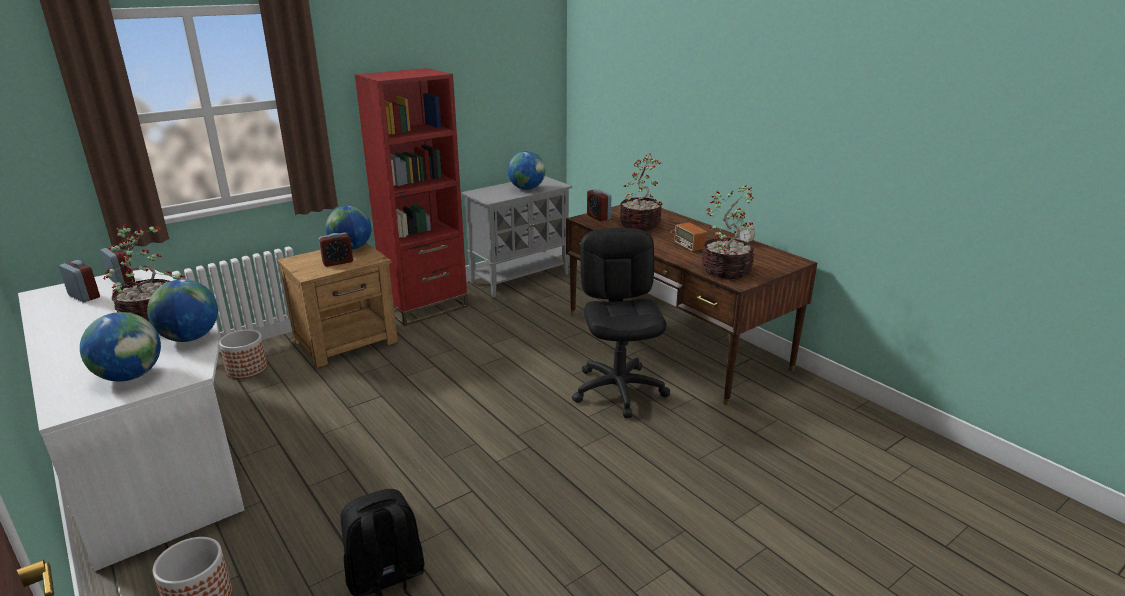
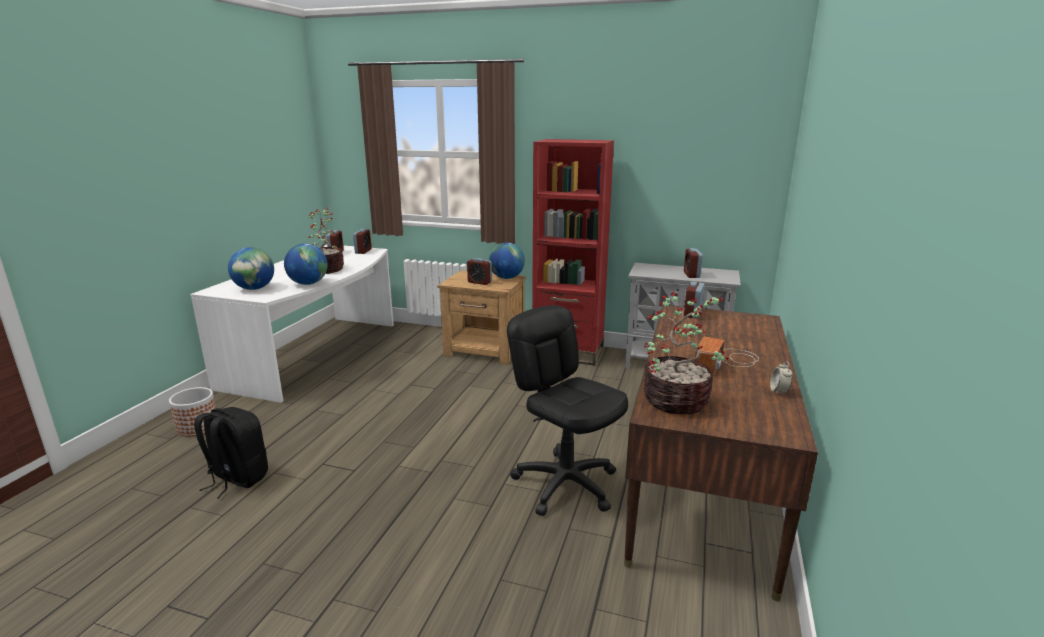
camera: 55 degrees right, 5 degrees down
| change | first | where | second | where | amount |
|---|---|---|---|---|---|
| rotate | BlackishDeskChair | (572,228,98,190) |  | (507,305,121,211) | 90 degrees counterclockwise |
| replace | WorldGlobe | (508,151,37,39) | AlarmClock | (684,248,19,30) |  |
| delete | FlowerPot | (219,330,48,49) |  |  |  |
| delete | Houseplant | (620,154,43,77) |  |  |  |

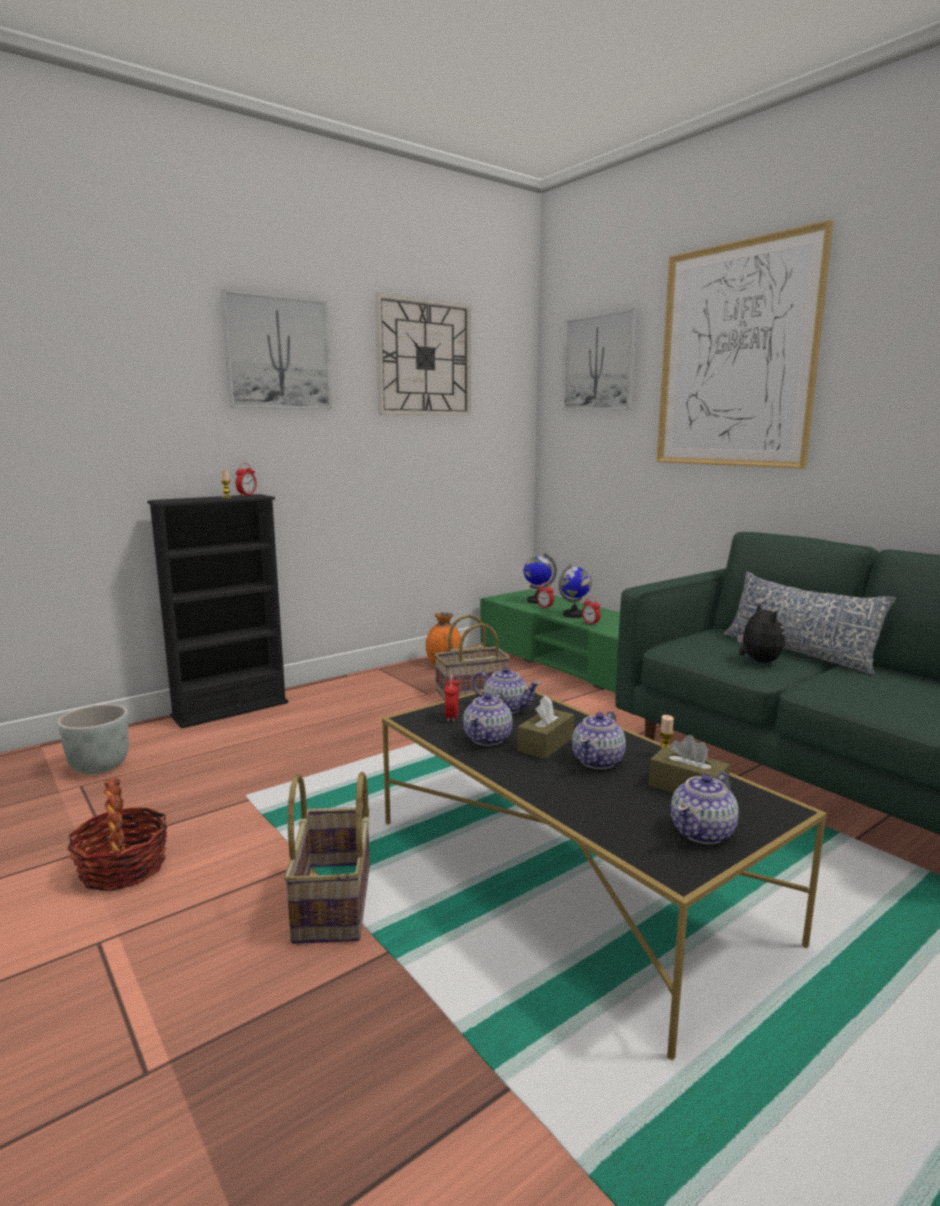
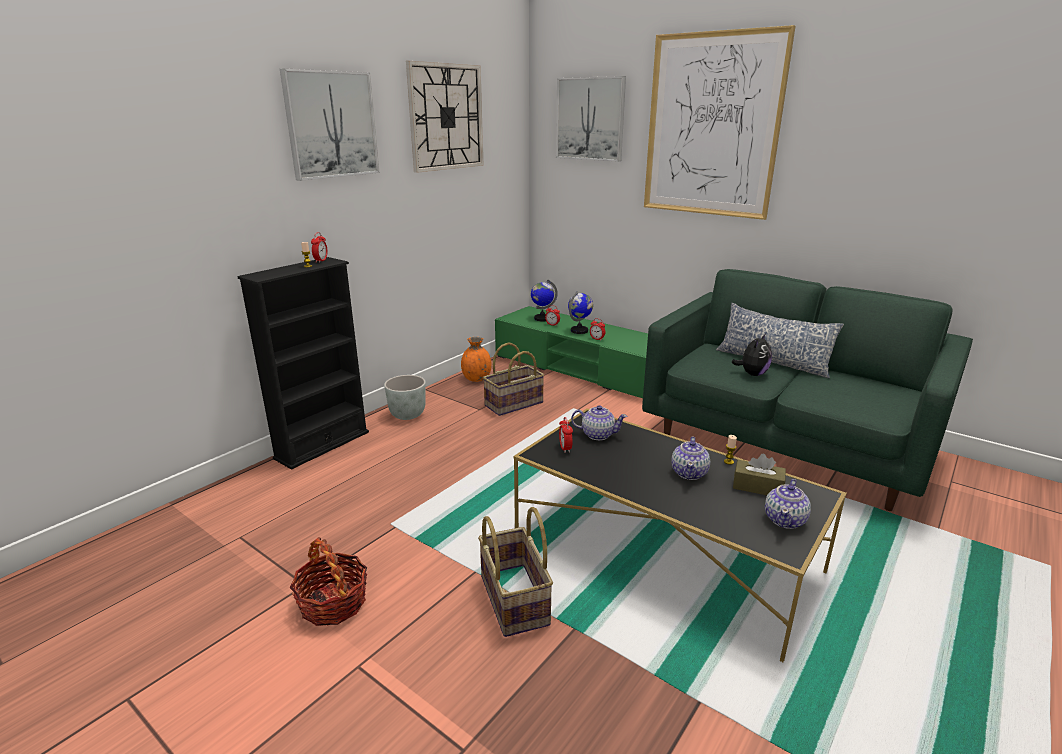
camera: 15 degrees left, 10 degrees up
| change | first | where | second | where | amount |
|---|---|---|---|---|---|
| move | GrayFlowerPot | (57,704,72,70) |  | (384,375,42,45) |  |
| rotate | CuddlyToy | (737,602,48,61) |  | (731,333,41,43) | 60 degrees clockwise |
| delete | Teapot | (463,692,50,54) |  |  |  |
| delete | BrownBoxOfTissues | (517,695,57,64) |  |  |  |

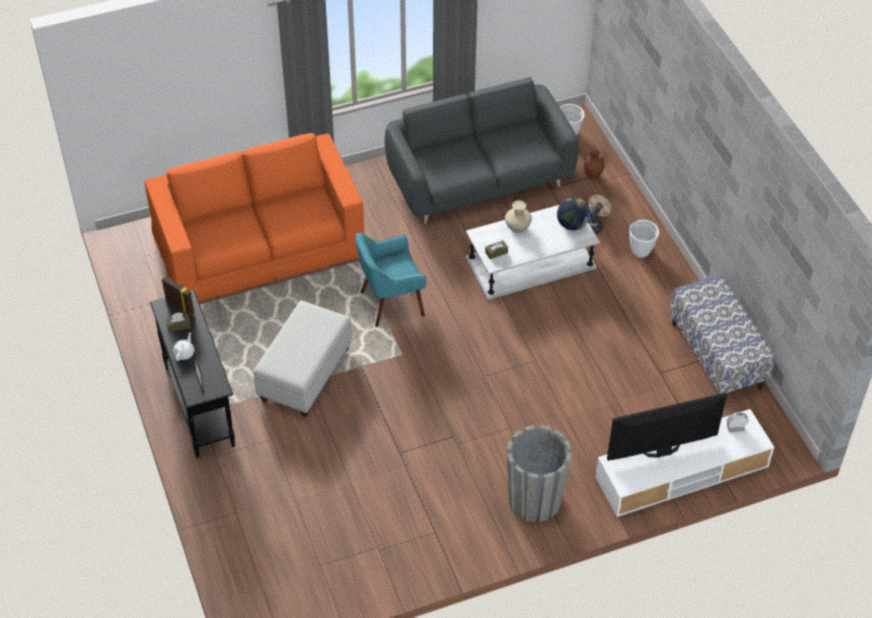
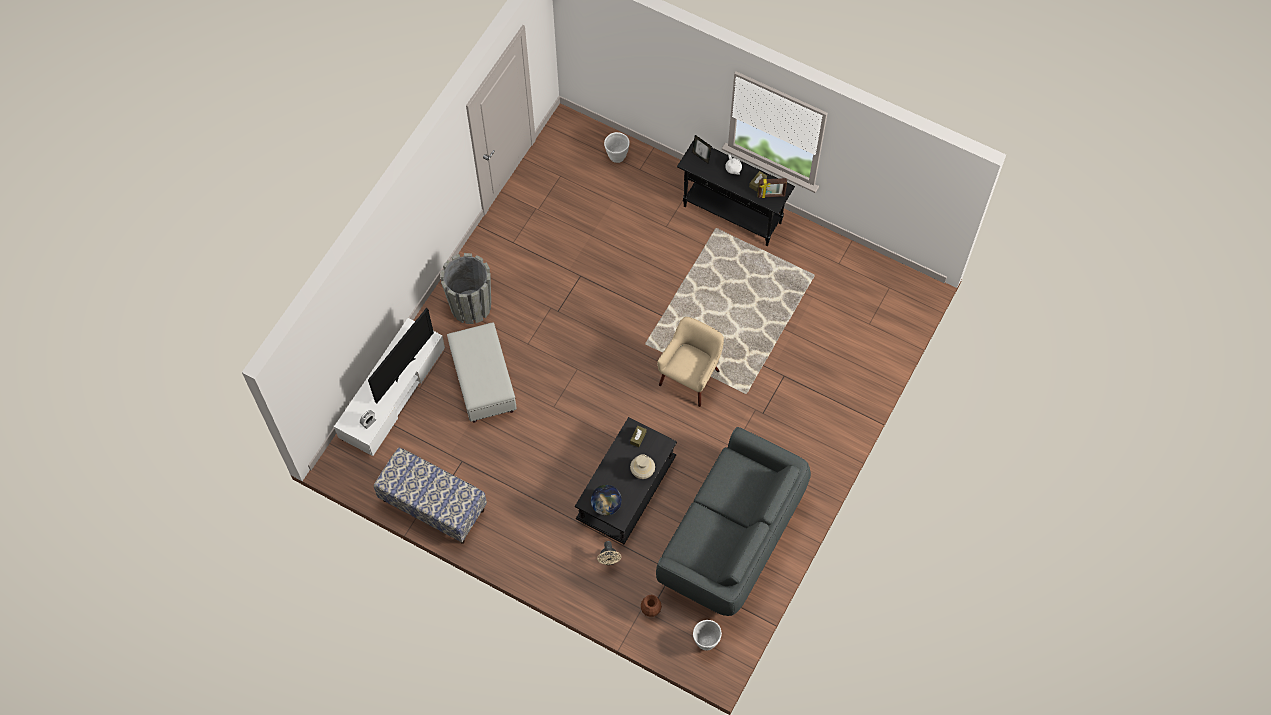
camera: 140 degrees right, 15 degrees up
| change | first | where | second | where | amount |
|---|---|---|---|---|---|
| move | WhitishPouffe | (253,300,99,117) |  | (447,322,70,101) |  |
| recolor | WhitishLowTable | (465,205,135,95) | BlackishLowTable | (575,417,102,127) |  |
| move | WhitishFlowerPot | (629,220,30,38) |  | (604,132,26,31) |  |
| recolor | BlueGreenLoungeChair | (355,233,72,94) | BeigeLoungeChair | (657,317,67,90) |  |
| delete | OrangeCouch | (145,133,219,168) |  |  |  |

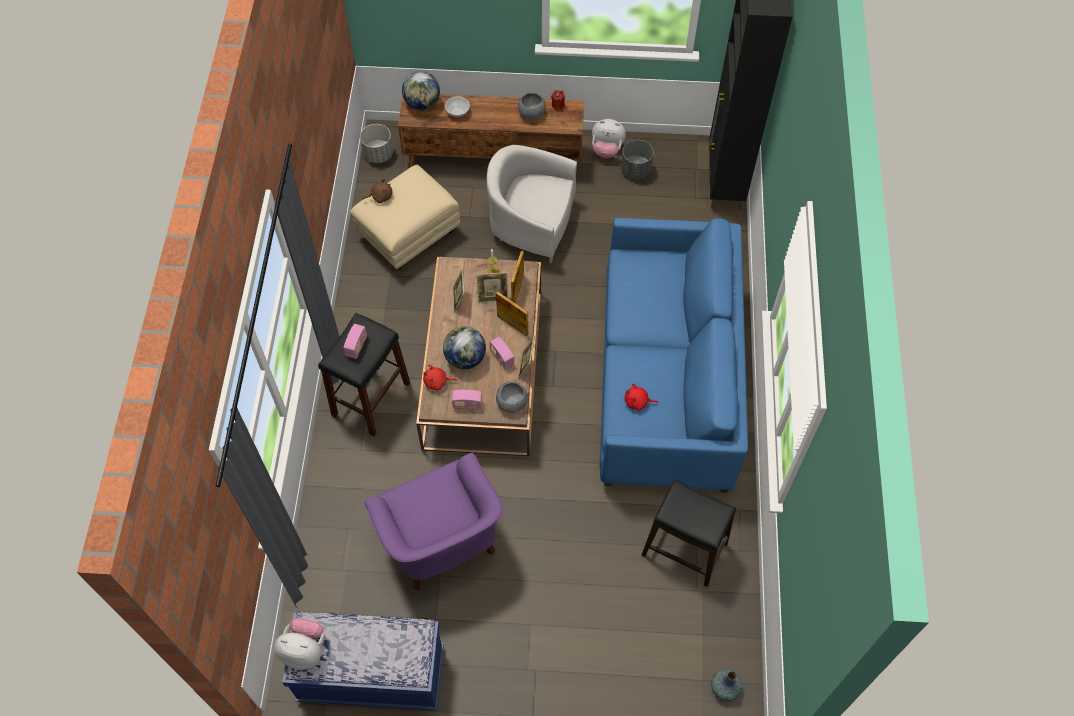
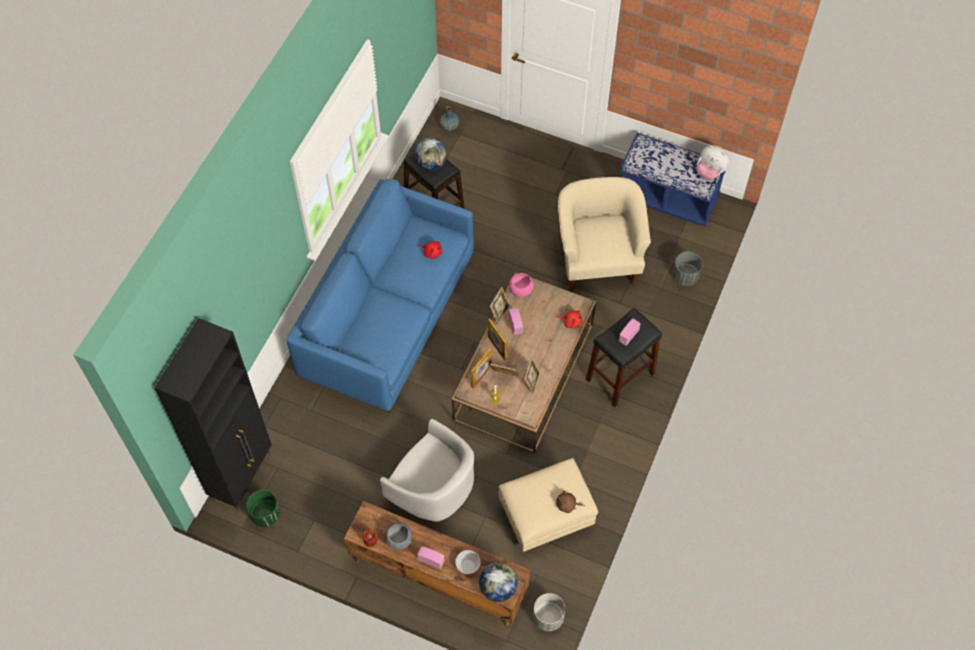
camera: 160 degrees left, 0 degrees up
| change | first | where | second | where | amount |
|---|---|---|---|---|---|
| insert |  |  | GreenFlowerPot | (246,490,34,37) |  |
| move | WorldGlobe | (443,326,43,43) |  | (414,138,33,33) |  |
| move | Radio | (452,390,30,20) |  | (417,546,28,23) |  |
| recolor | GrayServingBowl | (496,382,32,31) | PinkishServingBowl | (509,273,25,24) |  |
| recolor | PurplishLoungeChair | (364,453,139,137) | BeigeLoungeChair | (558,177,93,114) |  |
| move | GrayFlowerPot | (621,140,33,39) |  | (673,252,30,34) |  |
| delete | CuddlyToy | (592,119,34,39) |  |  |  |

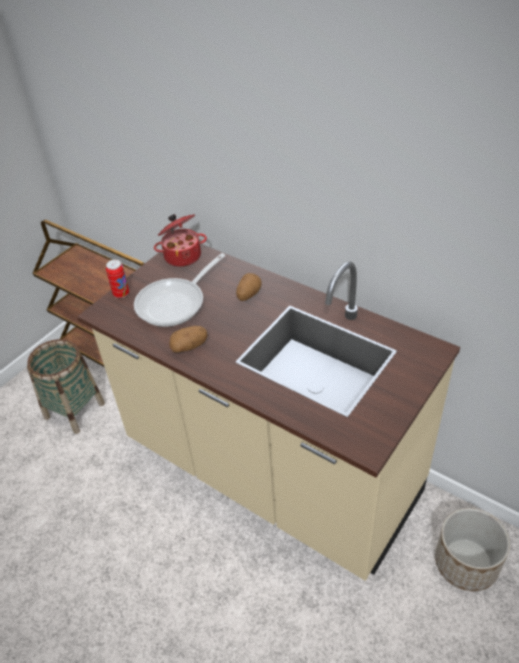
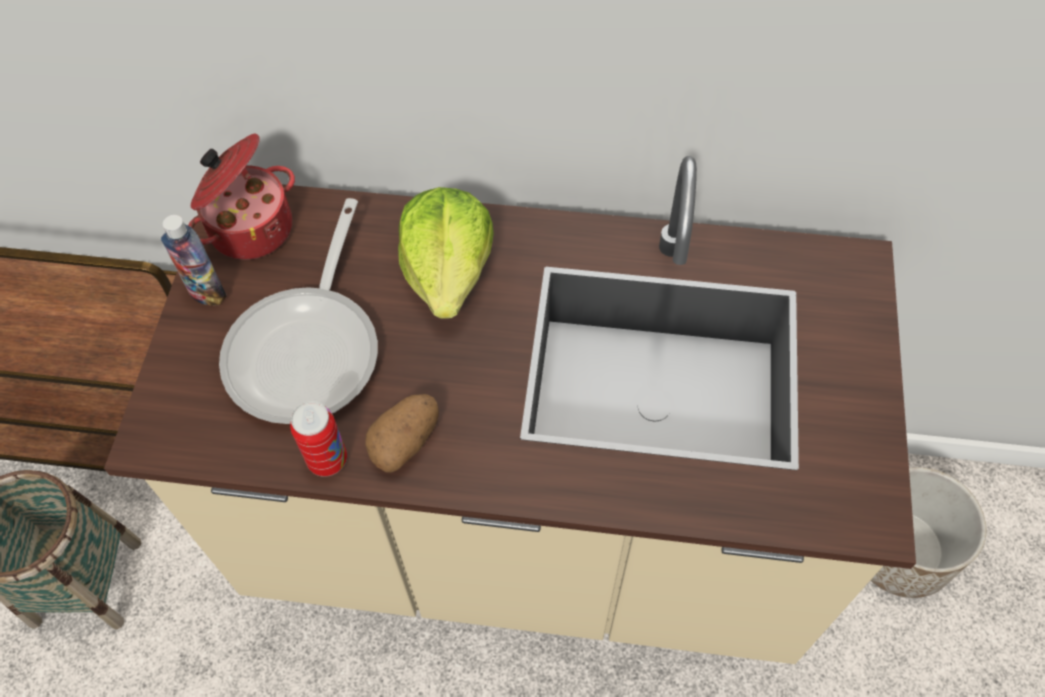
camera: 30 degrees left, 15 degrees up
| change | first | where | second | where | amount |
|---|---|---|---|---|---|
| insert |  |  | BeverageBottle | (161,215,66,90) |  |
| move | SealedCan | (106,260,23,38) |  | (290,401,57,76) |  |
| replace | WholePotato | (236,273,26,28) | Lettuce | (398,187,96,132) |  |

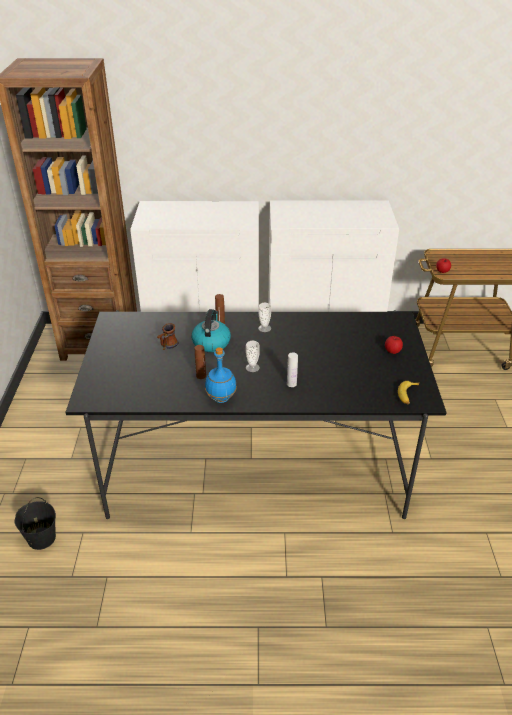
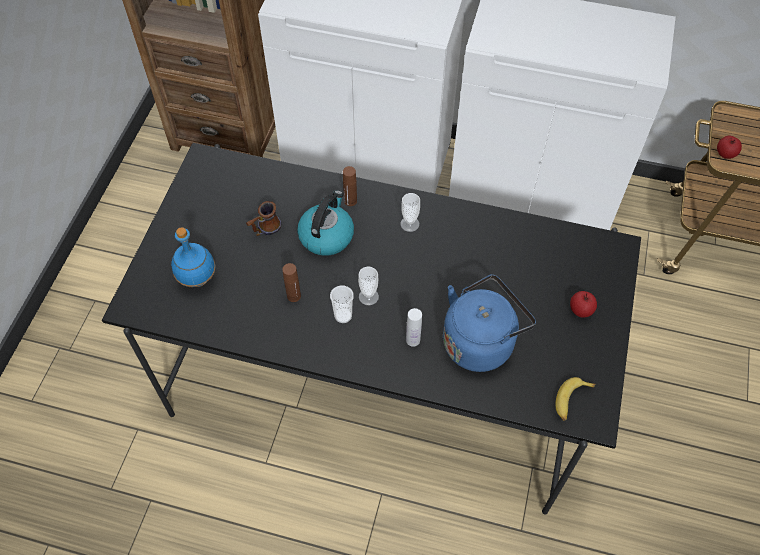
camera: 15 degrees right, 20 degrees up
| change | first | where | second | where | amount |
|---|---|---|---|---|---|
| move | BlueBeverageBottle | (205,347,32,56) |  | (171,227,45,60) |  |
| insert |  |  | Cup | (330,285,24,38) |  |
| insert |  |  | BlueWaterKettle | (443,274,93,98) |  |
| delete | BlackishWaterBucket | (14,497,42,53) |  |  |  |

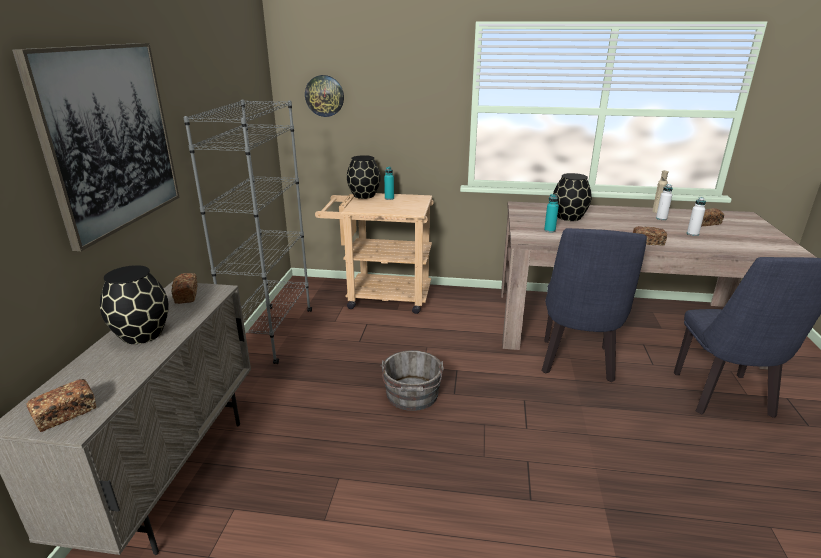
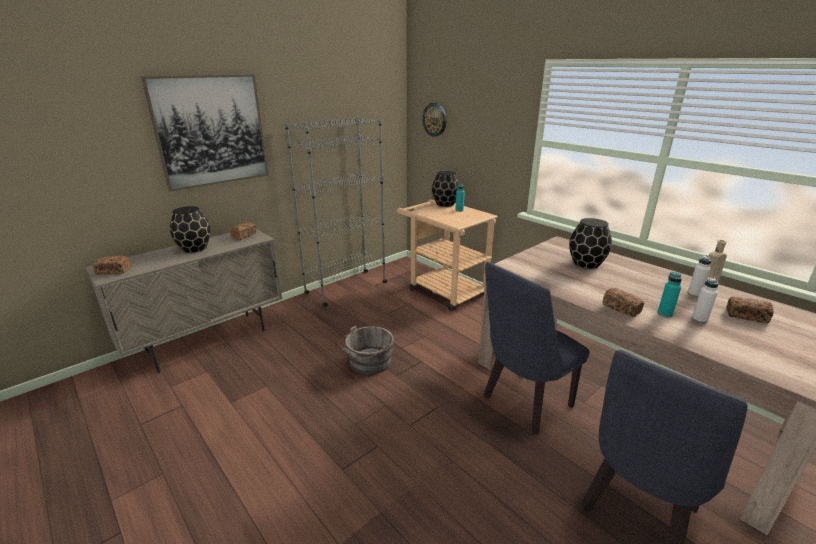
camera: 40 degrees right, 0 degrees up
| change | first | where | second | where | amount |
|---|---|---|---|---|---|
| move | BlueGreenBeverageBottle | (544,194,15,38) |  | (657,272,25,46) |  |

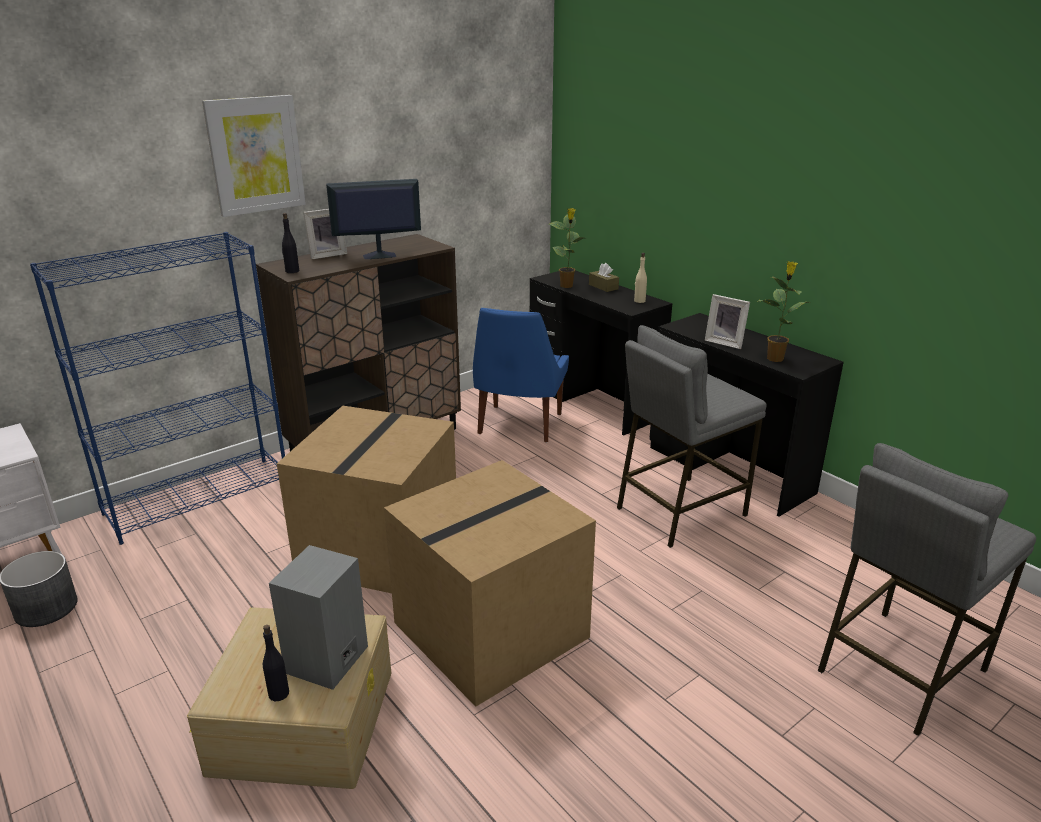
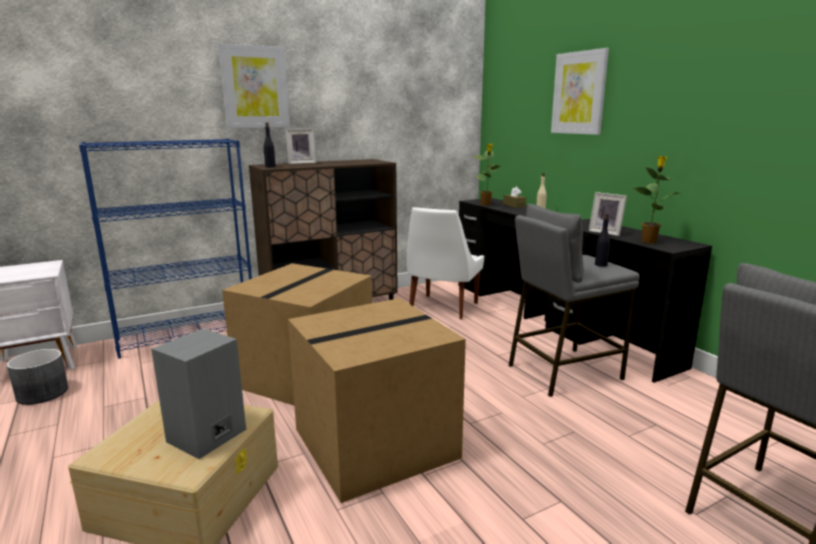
camera: 10 degrees right, 10 degrees down
| change | first | where | second | where | amount |
|---|---|---|---|---|---|
| recolor | BluePlainChair | (473,308,96,134) | WhitishPlainChair | (407,207,77,112) |  |
| insert |  |  | WallPicture | (551,48,58,87) |  |
| move | BlackishBeverageBottle | (263,625,26,76) |  | (595,214,15,53) |  |
| delete | ComputerDisplay | (326,179,95,80) |  |  |  |

